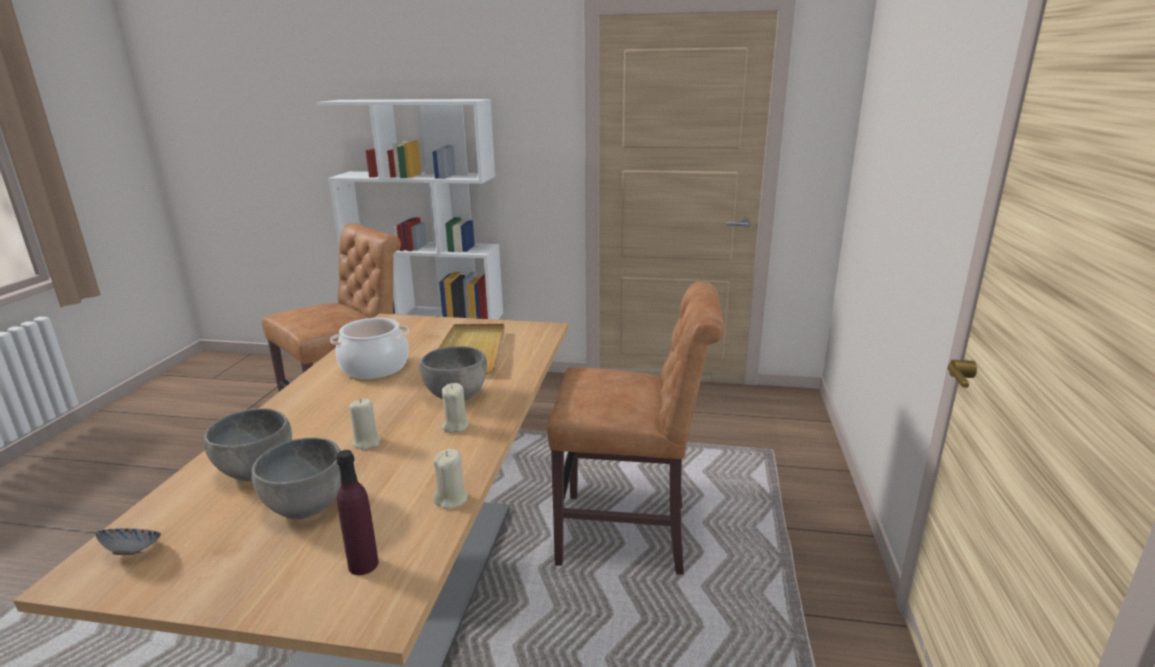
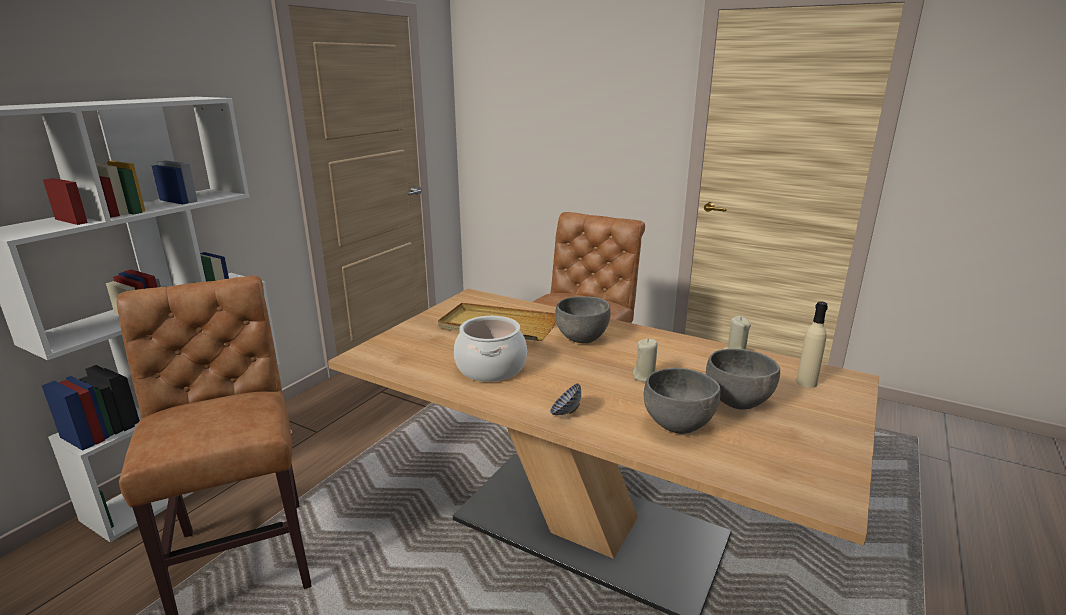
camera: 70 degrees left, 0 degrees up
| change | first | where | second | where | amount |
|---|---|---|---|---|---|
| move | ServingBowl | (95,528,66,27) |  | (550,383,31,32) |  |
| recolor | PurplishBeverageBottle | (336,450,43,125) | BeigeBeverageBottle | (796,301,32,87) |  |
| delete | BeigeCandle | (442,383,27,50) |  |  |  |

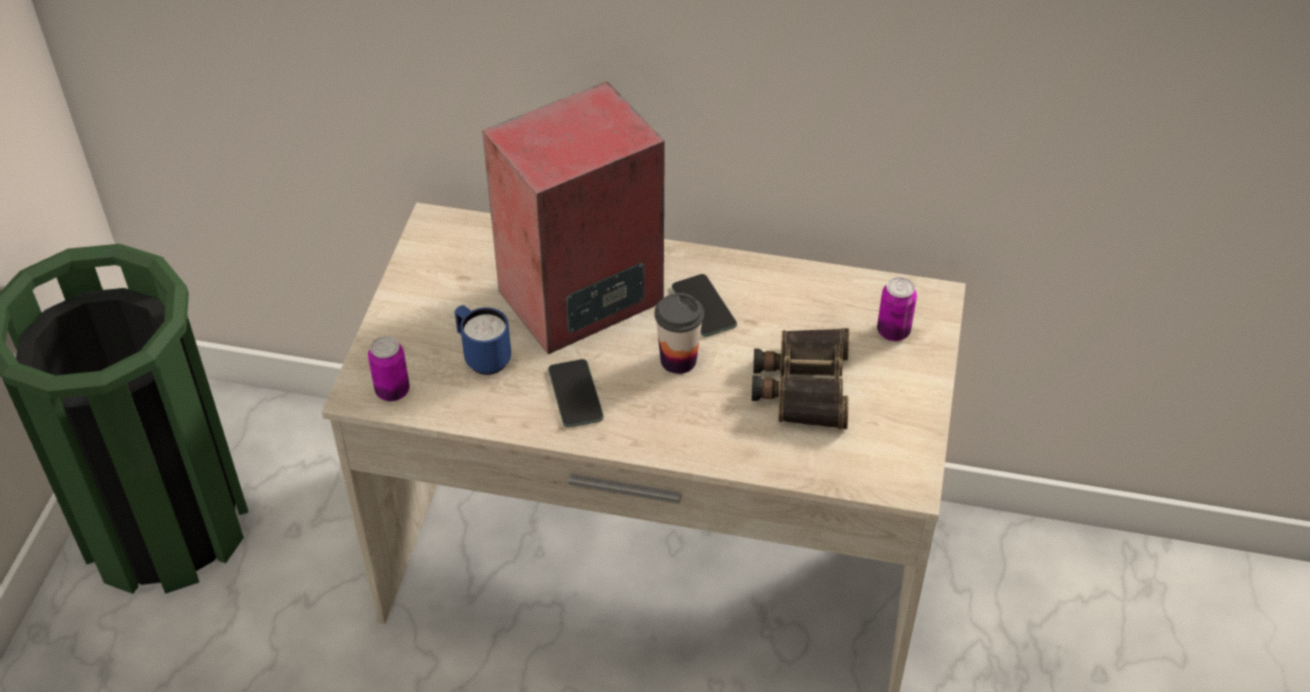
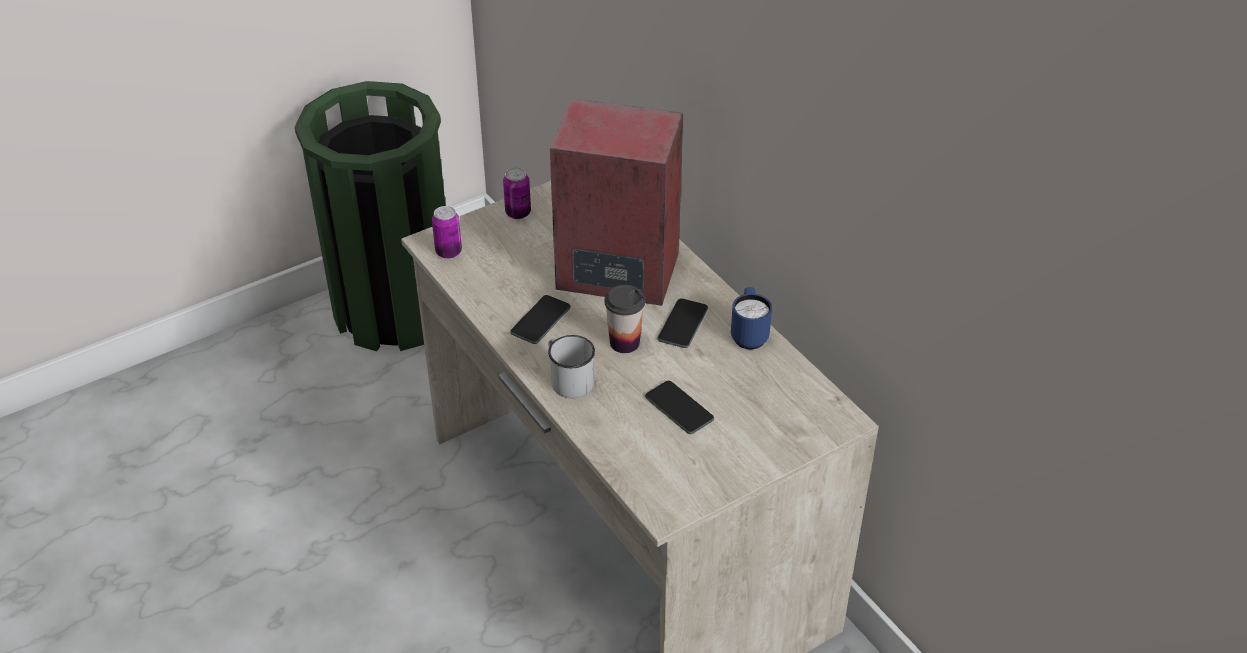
camera: 45 degrees right, 5 degrees down
| change | first | where | second | where | amount |
|---|---|---|---|---|---|
| move | SealedCan | (877,277,40,64) |  | (503,168,28,51) |  |
| insert |  |  | WhitishCoffeeMug | (548,335,47,63) |  |
| replace | FieldGlasses | (752,328,97,101) | Handset | (645,381,69,53) |  |
| move | BlueCoffeeMug | (455,305,56,70) |  | (731,287,41,62) |  |

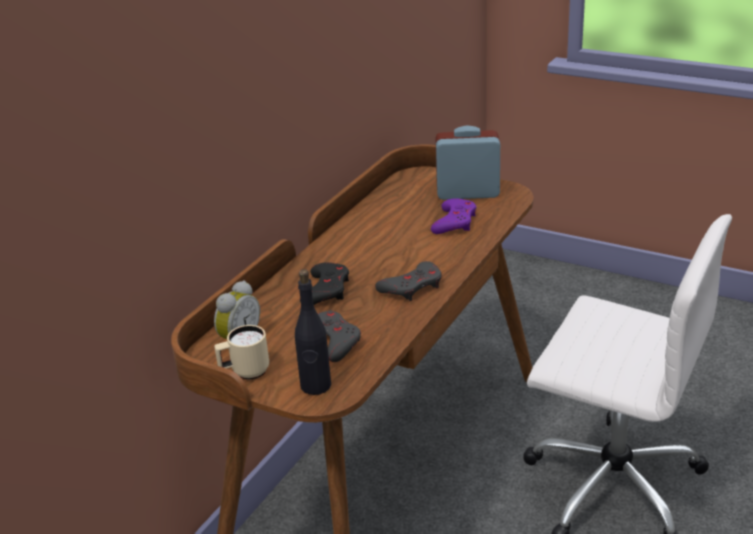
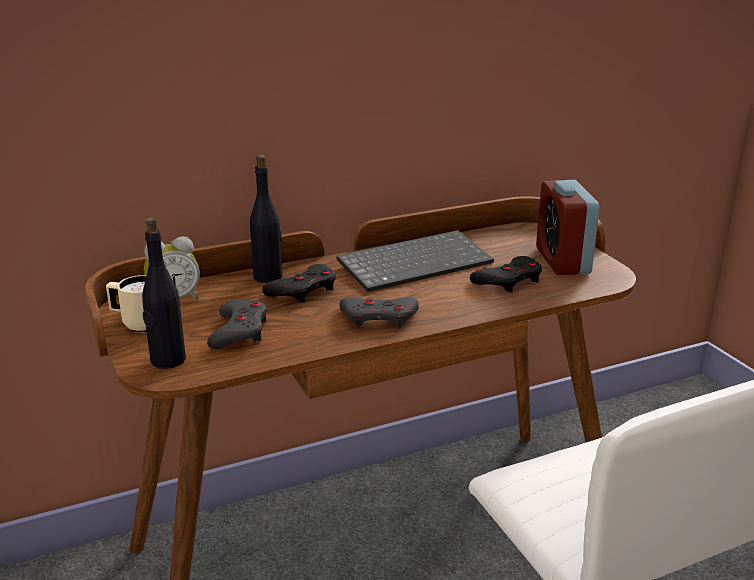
camera: 35 degrees right, 5 degrees down
| change | first | where | second | where | amount |
|---|---|---|---|---|---|
| insert |  |  | BlackishBeverageBottle | (250,155,32,128) |  |
| insert |  |  | PcKeyboard | (337,230,157,62) |  |
| recolor | PurplishGamepad | (431,198,45,36) | BlackishGamepad | (470,256,72,37) |  |
| rotate | AlarmClock | (435,126,65,74) |  | (536,180,64,95) | 135 degrees counterclockwise |

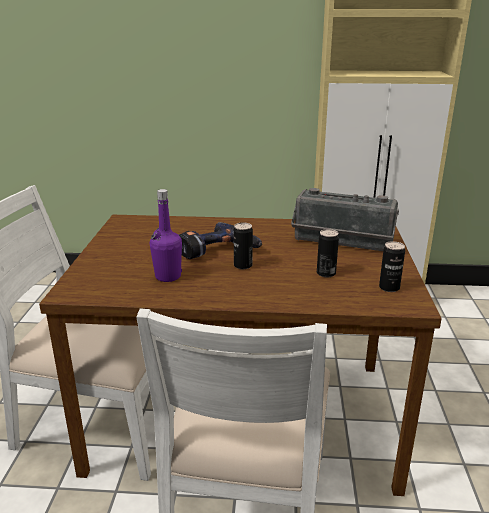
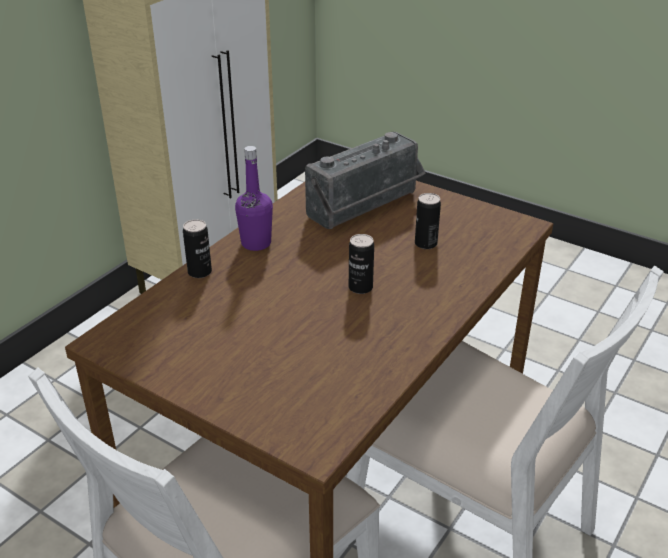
camera: 60 degrees left, 10 degrees up
| change | first | where | second | where | amount |
|---|---|---|---|---|---|
| move | SealedCan | (379,241,26,51) |  | (183,219,29,59) |  |
| move | PurplishBeverageBottle | (150,189,32,93) |  | (235,146,38,105) |  |
| delete | Drill | (179,222,83,37) |  |  |  |

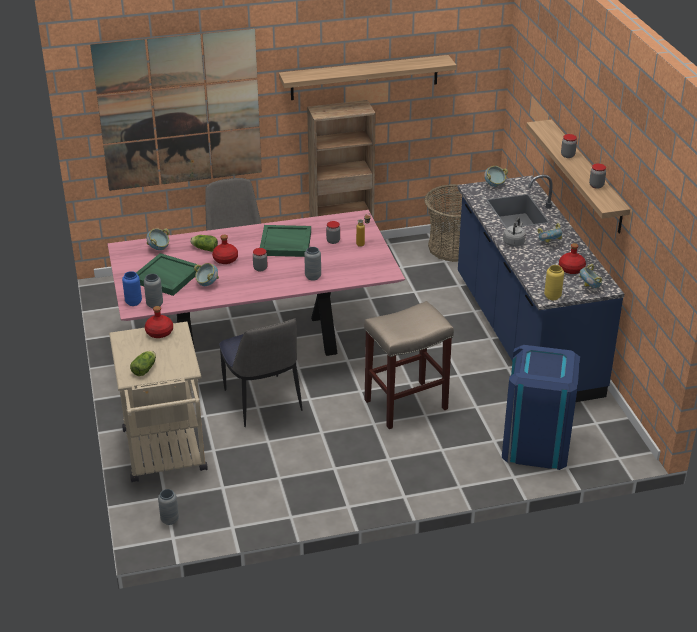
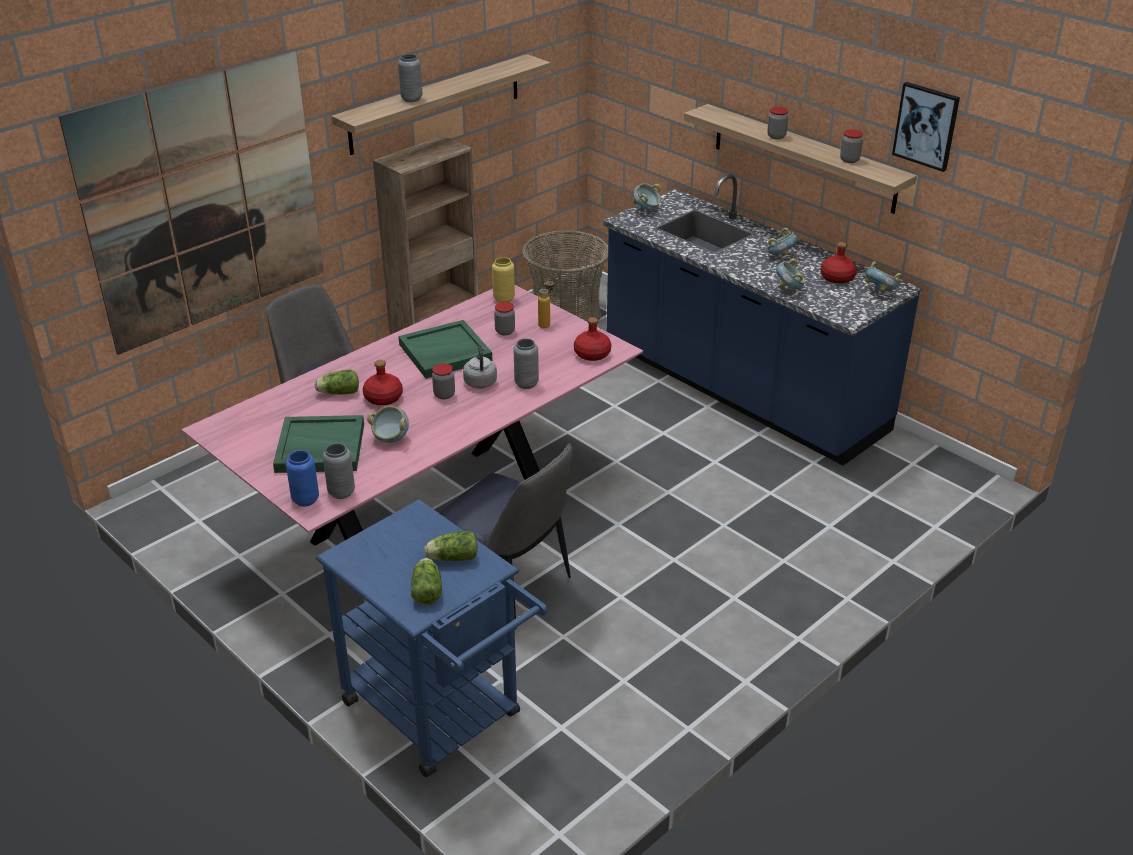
camera: 30 degrees left, 0 degrees up
| change | first | where | second | where | amount |
|---|---|---|---|---|---|
| recolor | BeigeWheeledCart | (109,322,99,160) | BlueWheeledCart | (316,499,232,278) |  |
| move | GrayDecorativeVase | (158,489,21,36) |  | (398,54,24,48) |  |
| insert |  |  | Lettuce | (424,531,53,30) |  |
| move | GrayWaterKettle | (503,217,23,29) |  | (463,344,34,44) |  |
| move | YellowishDecorativeVase | (544,265,20,35) |  | (492,257,23,46) |  |
| move | RedBeverageBottle | (145,306,28,32) |  | (574,317,37,44) |  |
| move | ServingBowl | (146,228,23,22) |  | (776,258,29,32) |  |
| insert |  |  | WallPicture | (892,82,68,90) |  |
| delete | BeigeSittingStool | (364,301,90,128) |  |  |  |
| delete | BlueRubbishBin | (502,345,78,125) |  |  |  |

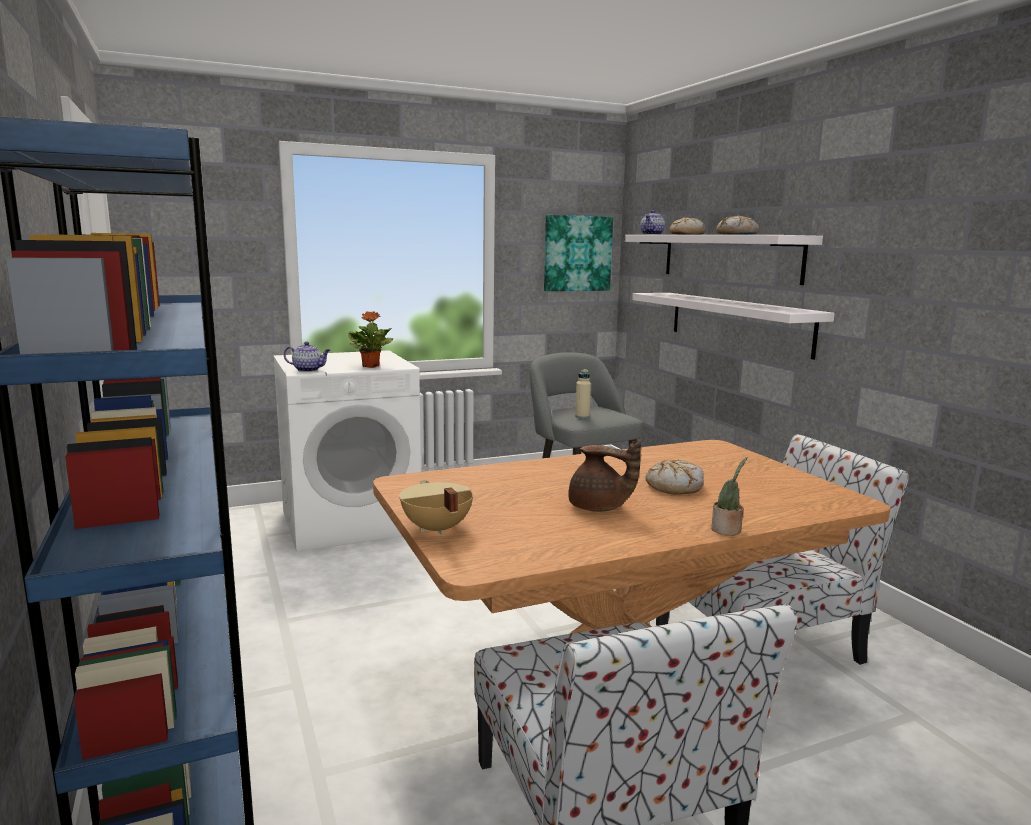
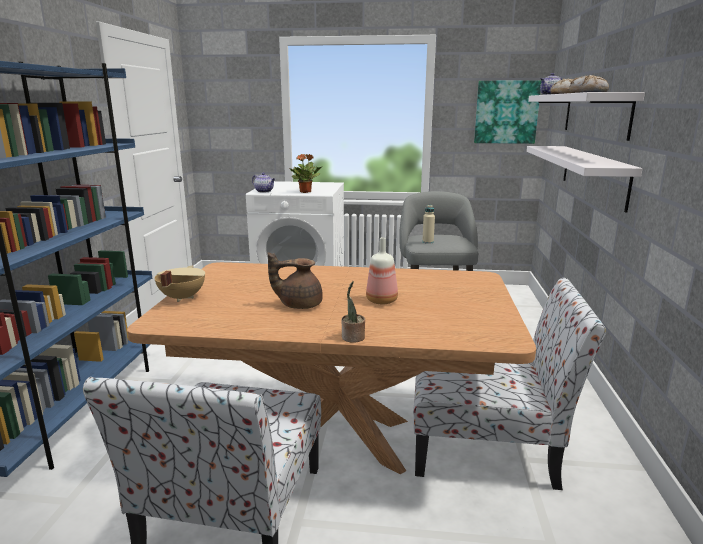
camera: 30 degrees right, 5 degrees up
| change | first | where | second | where | amount |
|---|---|---|---|---|---|
| rotate | BrownTeapot | (568,440,73,72) |  | (268,252,55,57) | 120 degrees clockwise |
| replace | BakeryBread | (645,459,59,36) | BeverageBottle | (366,237,32,67) |  |

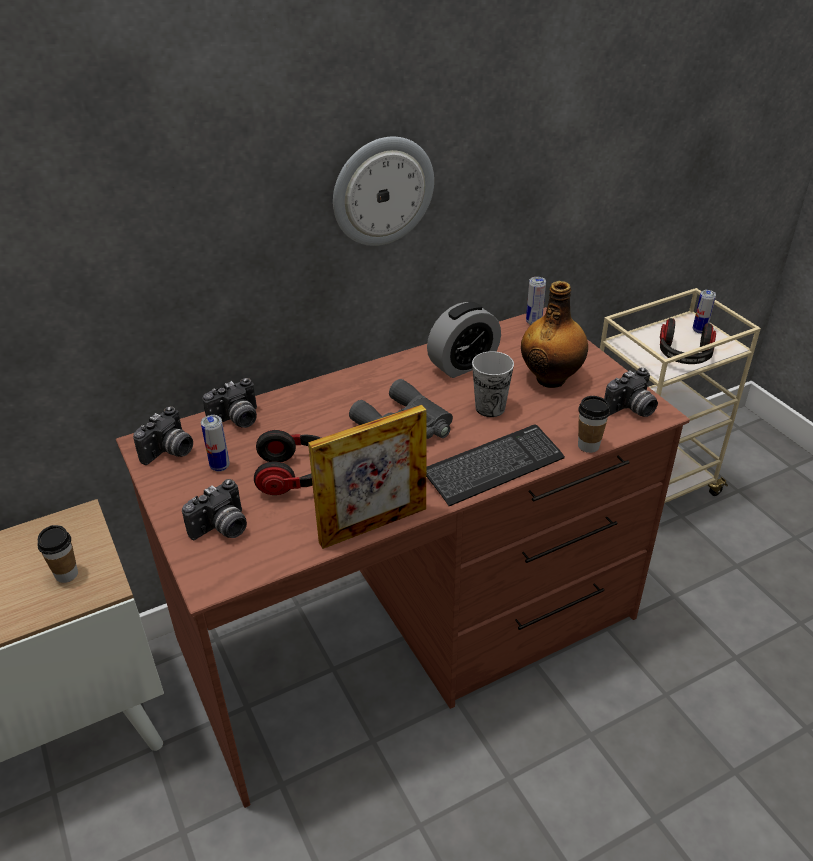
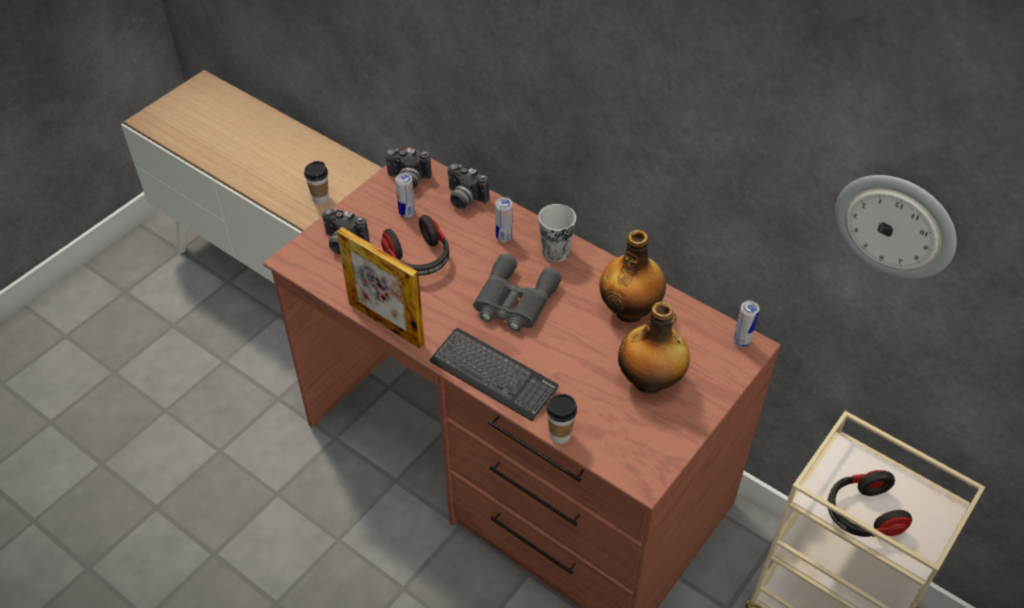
camera: 65 degrees right, 10 degrees up
| change | first | where | second | where | amount |
|---|---|---|---|---|---|
| move | SealedCan | (693,290,23,44) |  | (495,197,18,45) |  |
| move | Cup | (472,351,42,66) |  | (538,204,38,58) |  |
| replace | AlarmClock | (427,302,74,76) | BeverageBottle | (600,230,66,92) |  |
| move | WallClock | (333,137,101,109) |  | (835,175,122,104) |  |
| delete | PhotoCamera | (604,368,54,49) |  |  |  |

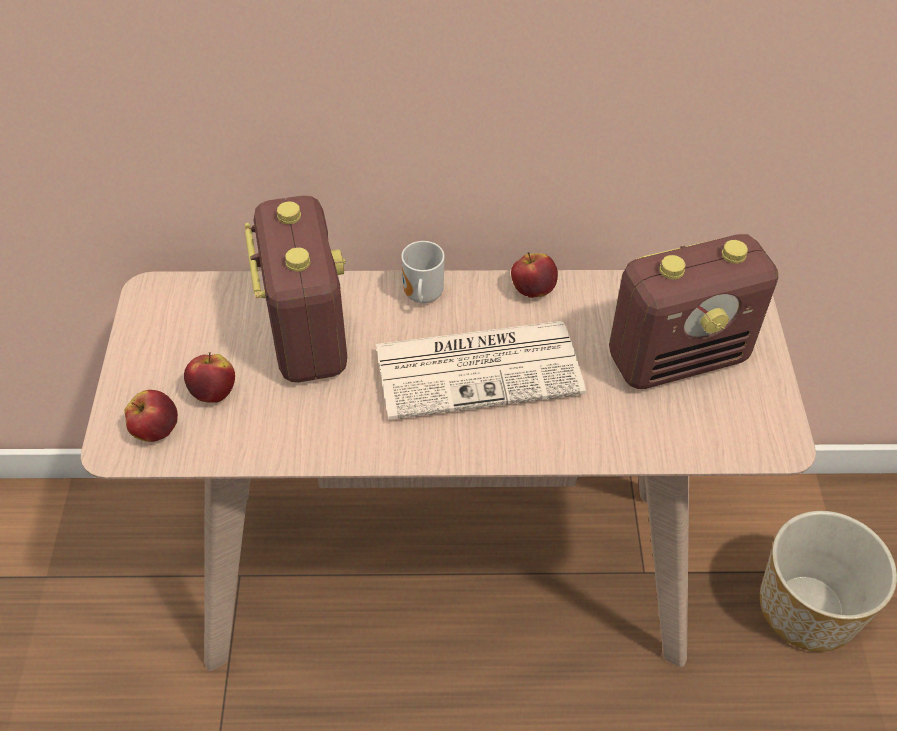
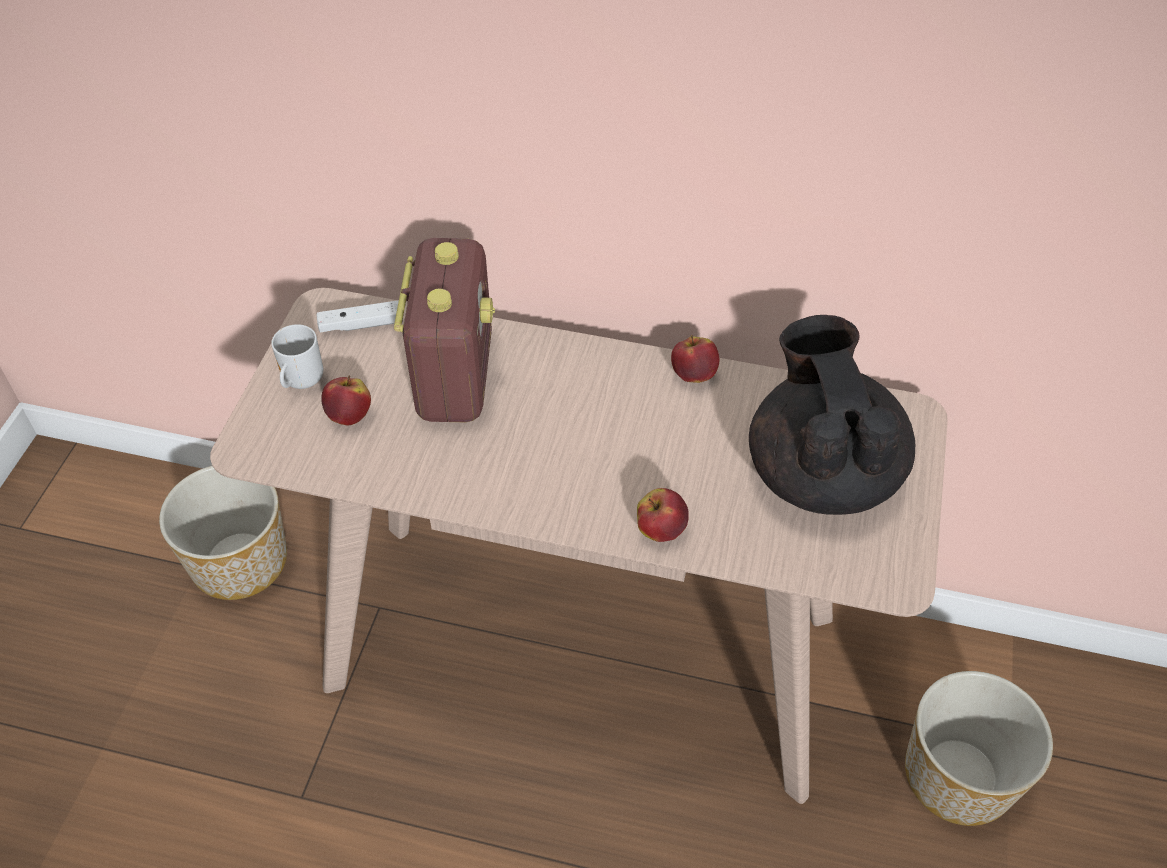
camera: 15 degrees right, 0 degrees up
| change | first | where | second | where | amount |
|---|---|---|---|---|---|
| insert |  |  | FlowerPot | (159,466,128,134) |  |
| move | CoffeeMug | (401,241,44,62) |  | (271,324,52,65) |  |
| insert |  |  | WhitishGamepad | (317,300,86,33) |  |
| move | Apple | (124,390,54,52) |  | (637,488,52,54) |  |
| replace | Radio | (609,234,169,155) | BlackishTeapot | (749,315,166,200) |  |
| delete | DailyPaper | (376,321,210,99) |  |  |  |

